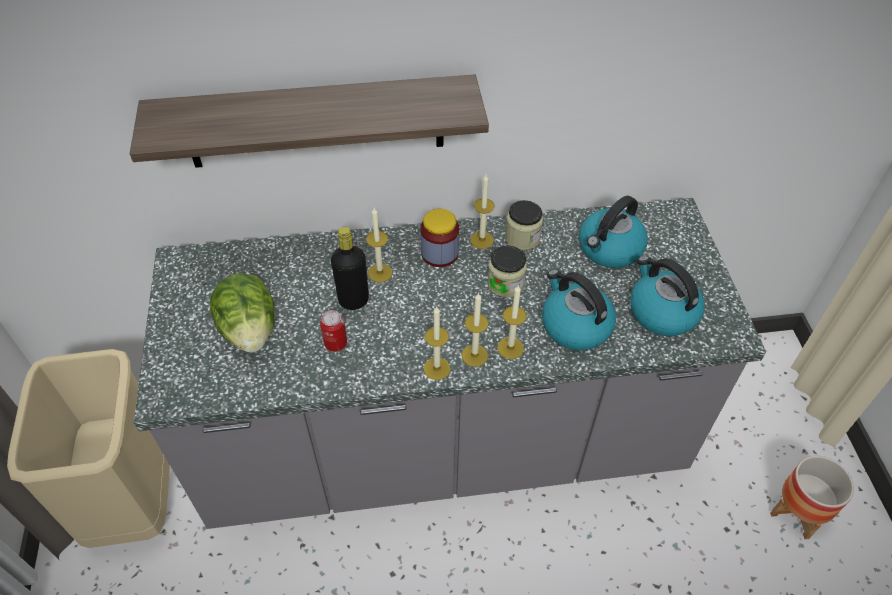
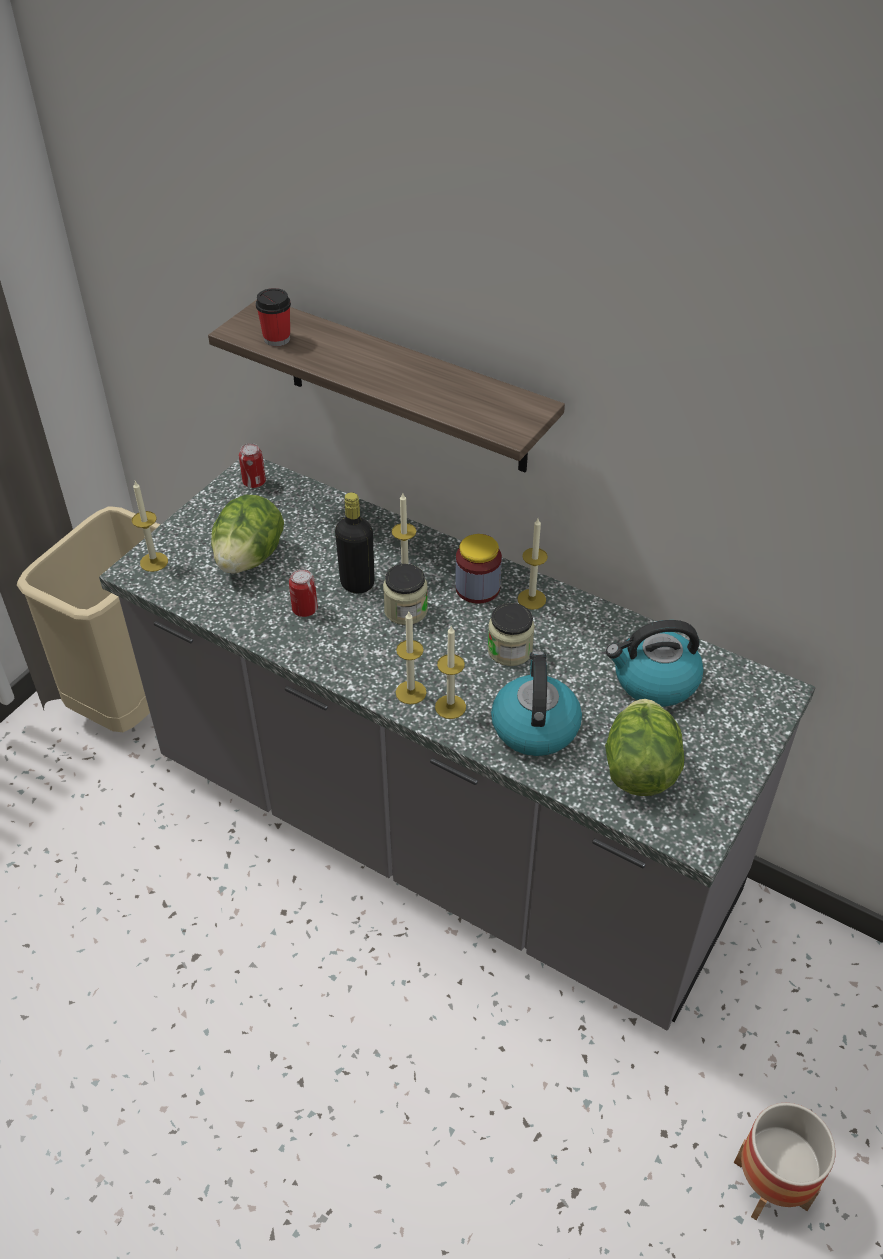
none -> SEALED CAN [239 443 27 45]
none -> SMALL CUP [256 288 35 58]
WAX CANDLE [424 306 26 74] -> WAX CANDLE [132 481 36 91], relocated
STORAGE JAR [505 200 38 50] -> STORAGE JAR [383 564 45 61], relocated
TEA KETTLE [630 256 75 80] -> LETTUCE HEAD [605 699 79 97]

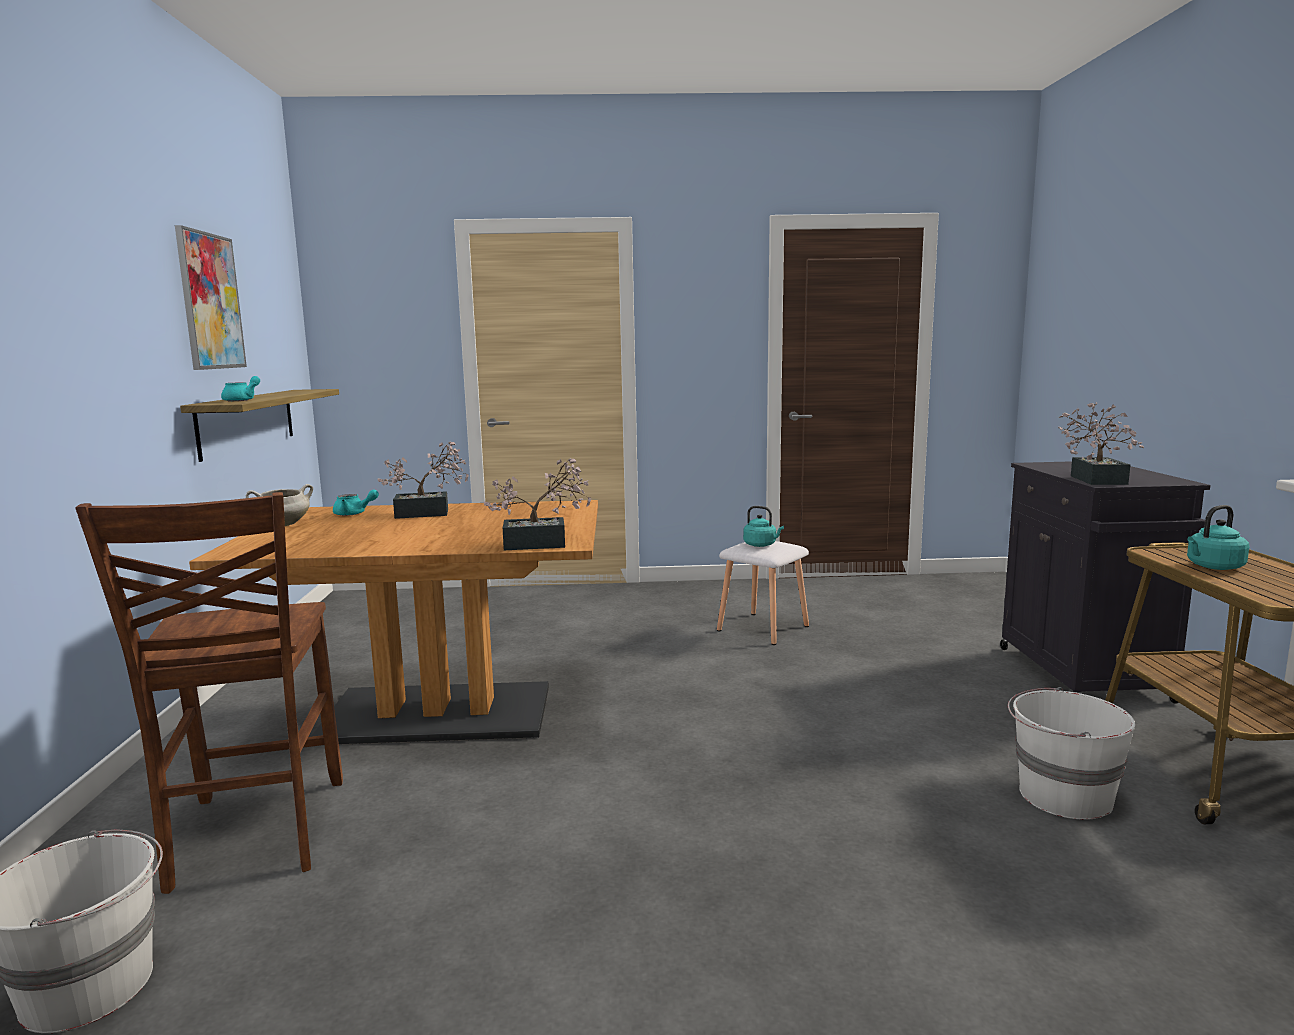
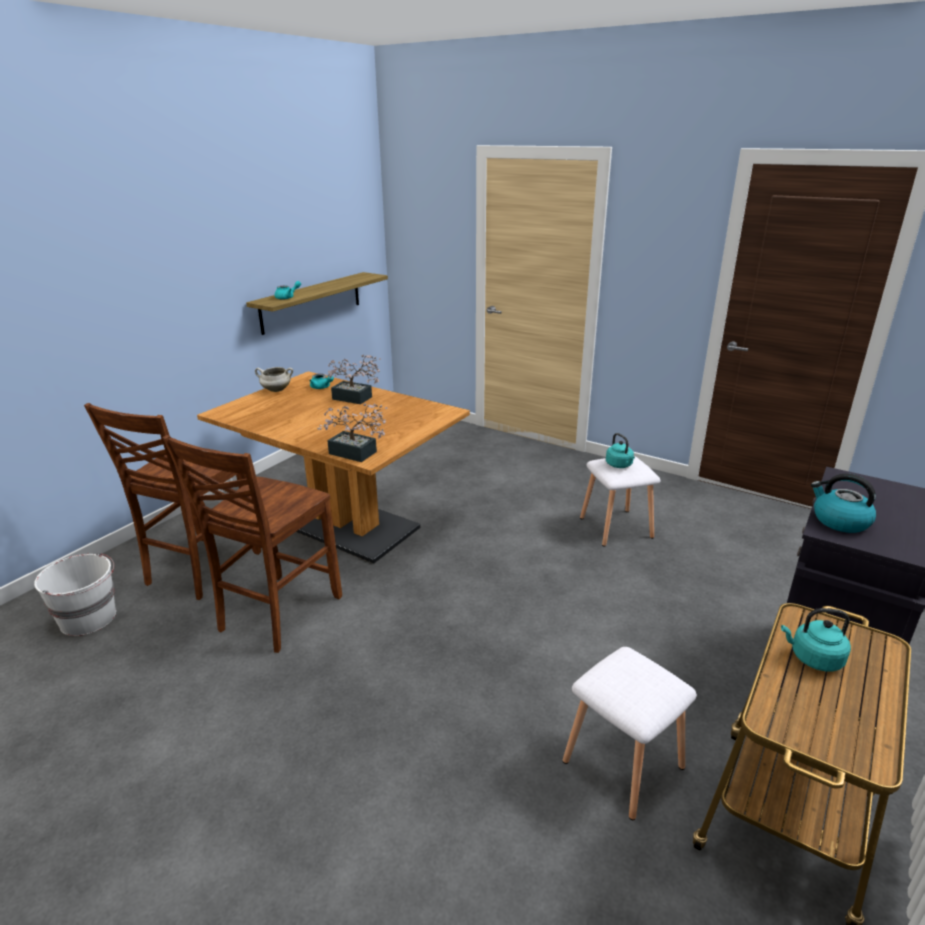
PICTURE [175 225 72 145] -> none
none -> BROWNISH PLAIN CHAIR [163 435 179 218]
WHITE WATER BUCKET [1008 687 127 133] -> WHITE STOOL [563 647 134 173]
PLANT IN A POT [1058 402 86 83] -> TEA KETTLE [811 474 65 59]

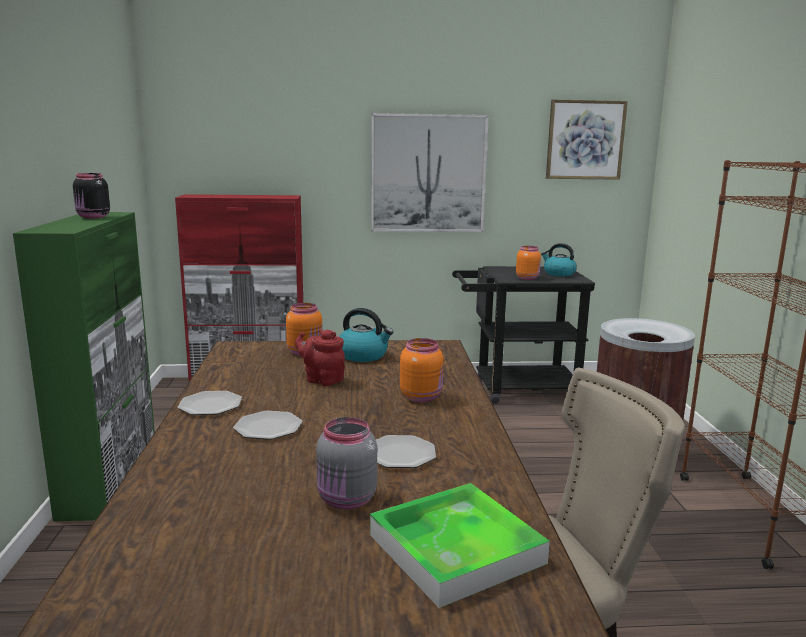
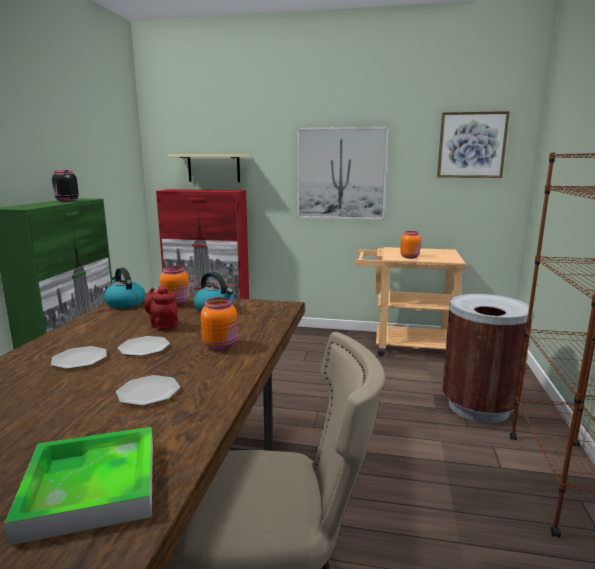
GRAY STORAGE JAR [316 417 61 92] -> none
none -> BEIGE SHELF [168 154 81 28]
FLAT DISH [178 391 64 24] -> FLAT DISH [117 336 53 20], relocated
TEA KETTLE [541 243 36 33] -> TEA KETTLE [104 268 41 40], relocated
BLACK WHEELED CART [452 266 143 138] -> BEIGE WHEELED CART [354 247 113 112]

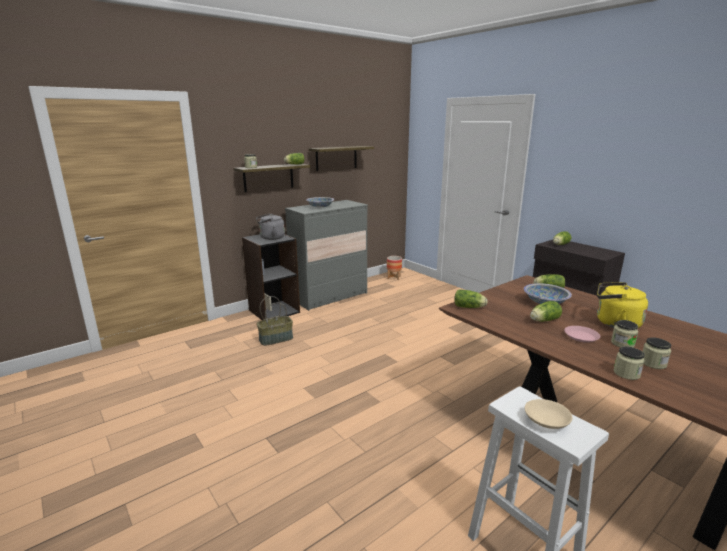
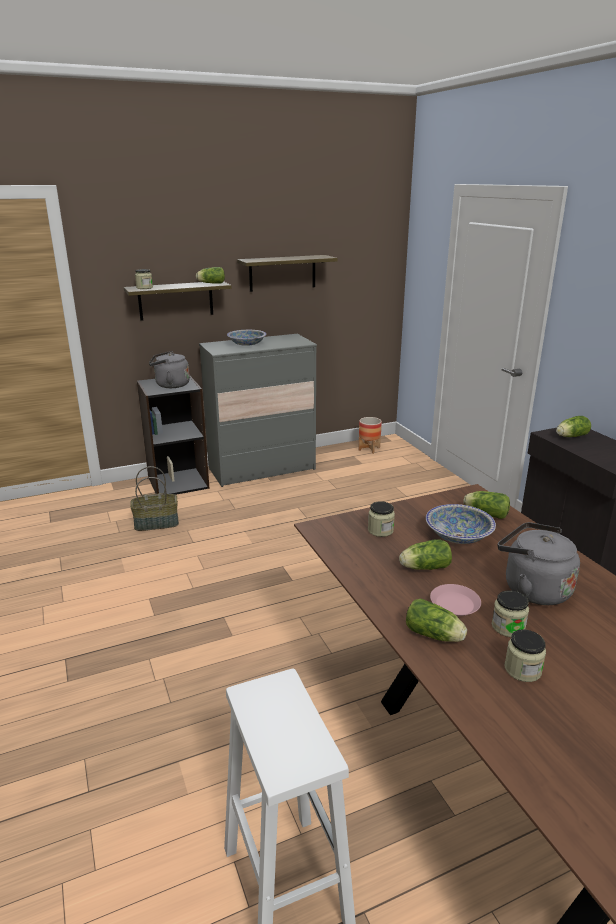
BEIGE BOWL [525 399 47 30] -> none
LETTUCE HEAD [454 289 34 19] -> LETTUCE HEAD [406 598 61 44], relocated
STORAGE JAR [614 347 31 33] -> STORAGE JAR [368 501 27 36], relocated
YELLOWISH TEA KETTLE [597 282 51 46] -> GRAY TEA KETTLE [498 522 82 83]

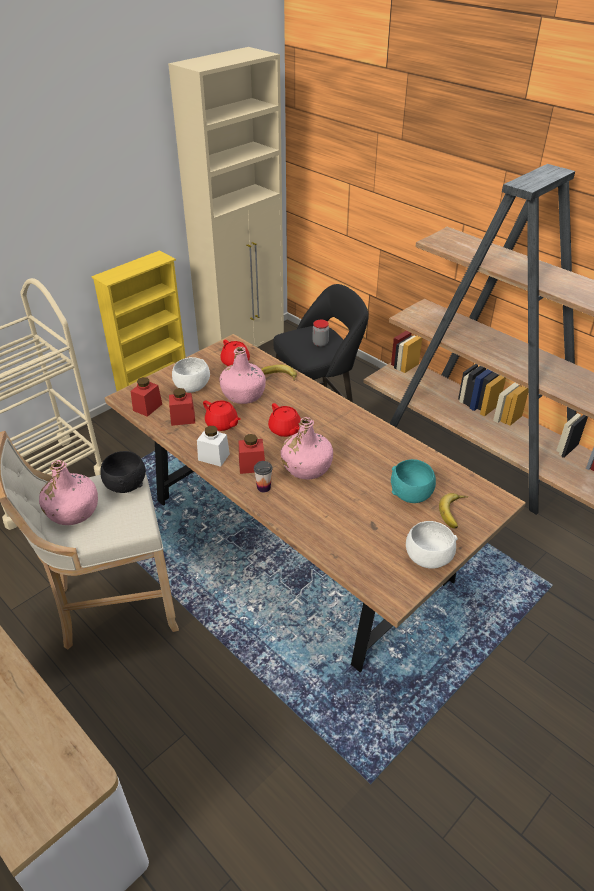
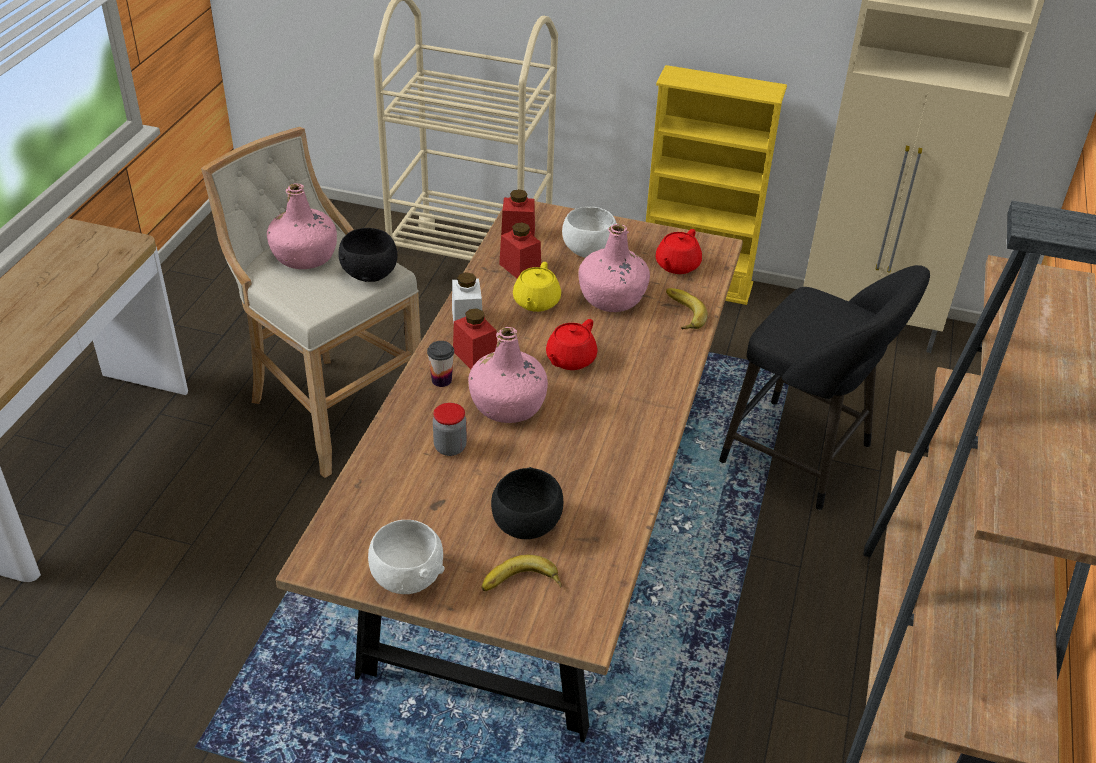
STORAGE JAR [313 320 16 27] -> STORAGE JAR [433 403 34 53], relocated
RED-COLOURED TEA POT [203 400 38 31] -> YELLOWISH TEA POT [513 262 48 50]
TURQUOISE-COLOURED BOWL [391 459 45 44] -> BLACK BOWL [491 467 72 72]

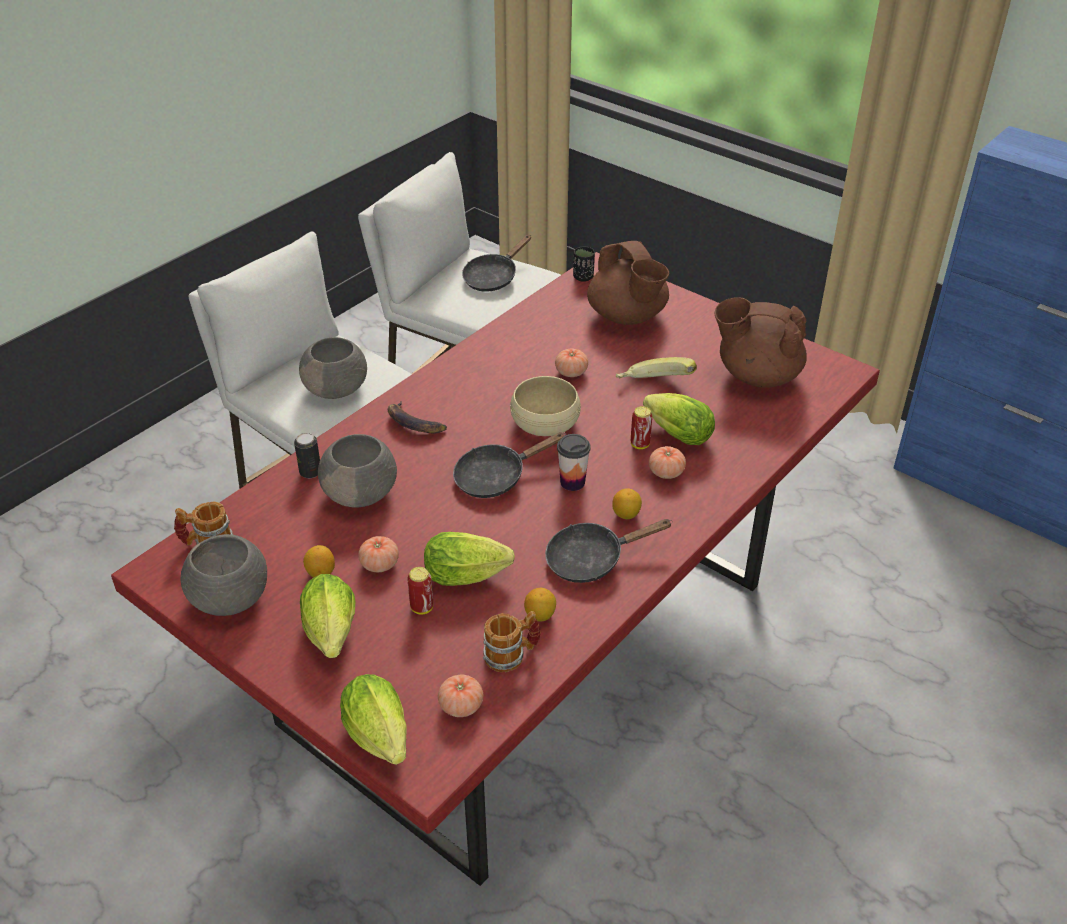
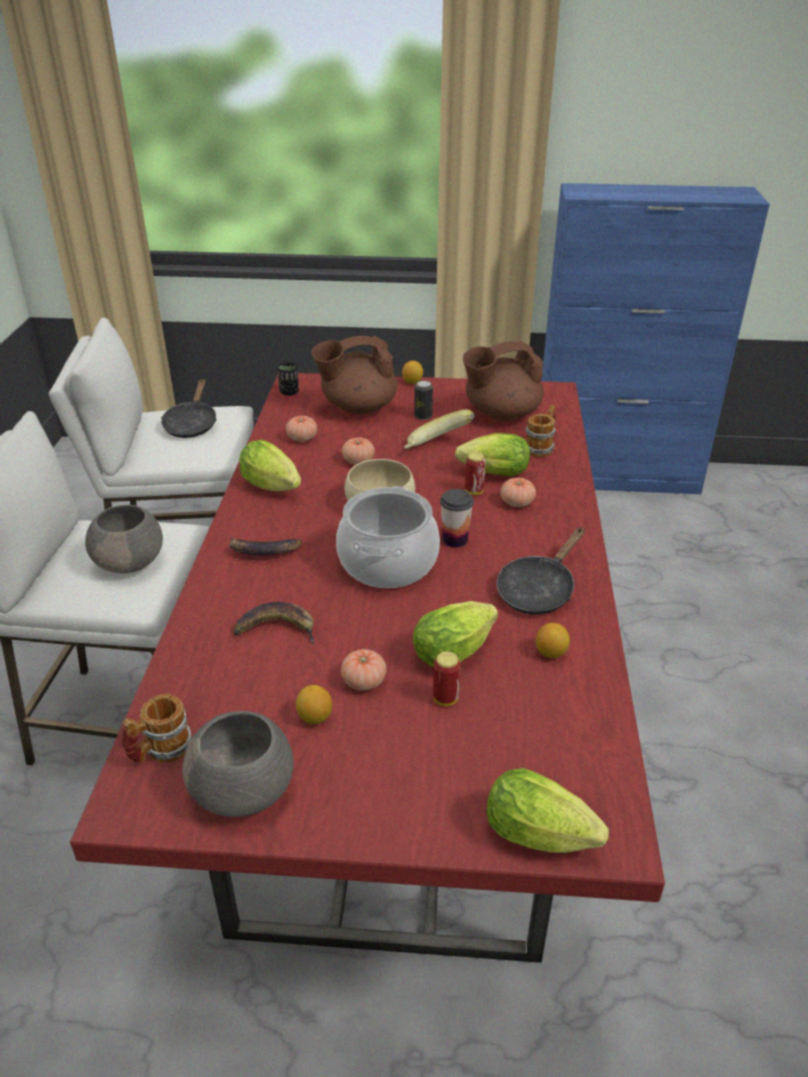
SEALED CAN [294 433 26 45] -> SEALED CAN [414 380 19 40], relocated
LETTUCE HEAD [300 574 55 84] -> LETTUCE HEAD [239 439 62 52], relocated
FRESH TOMATO [438 674 46 43] -> FRESH TOMATO [286 416 31 26], relocated
MUG [483 611 58 61] -> MUG [525 405 31 52], relocated
LEMON [612 488 30 31] -> LEMON [402 361 21 23], relocated
GRAY BOWL [318 434 79 74] -> BANANA [233 602 82 42]
BLACK PAN [453 432 113 66] -> SAUCEPOT [336 486 104 102]
BROWNISH TEA POT [587 241 82 84] -> BROWNISH TEA POT [311 336 86 78], 135 degrees clockwise

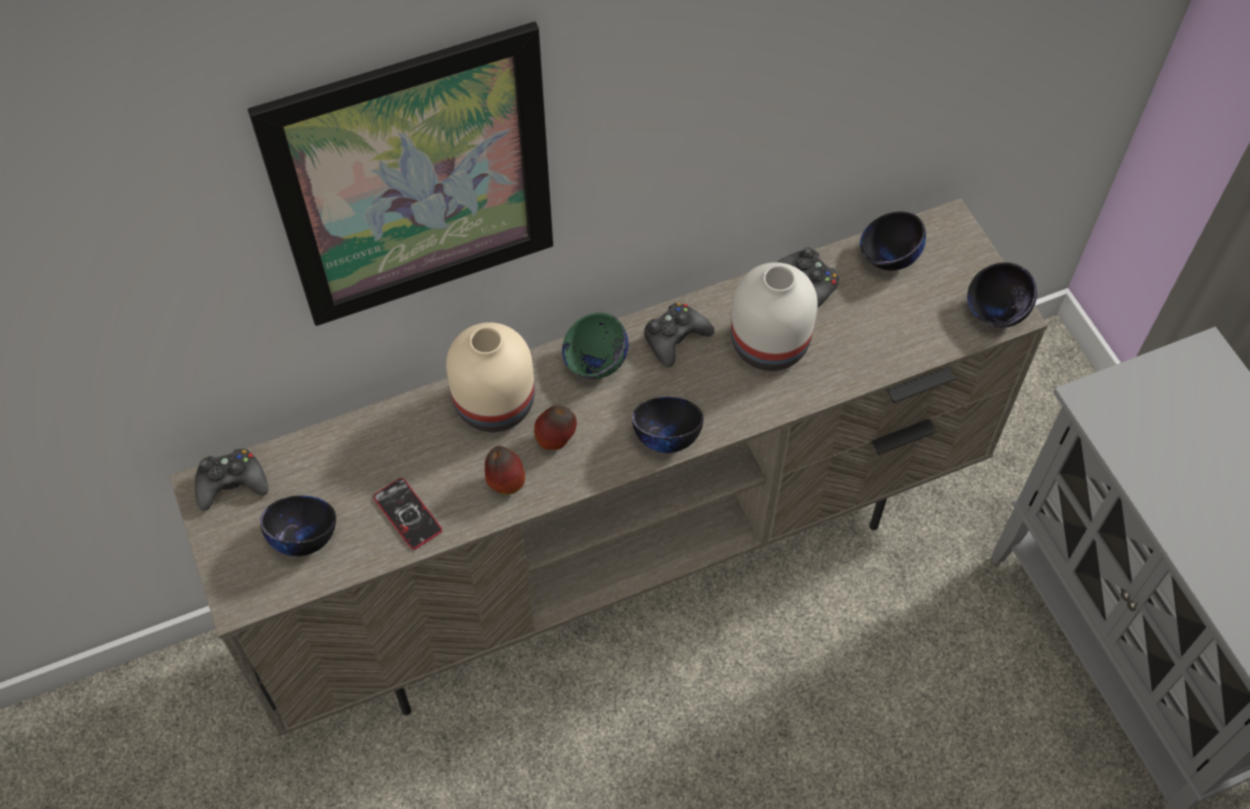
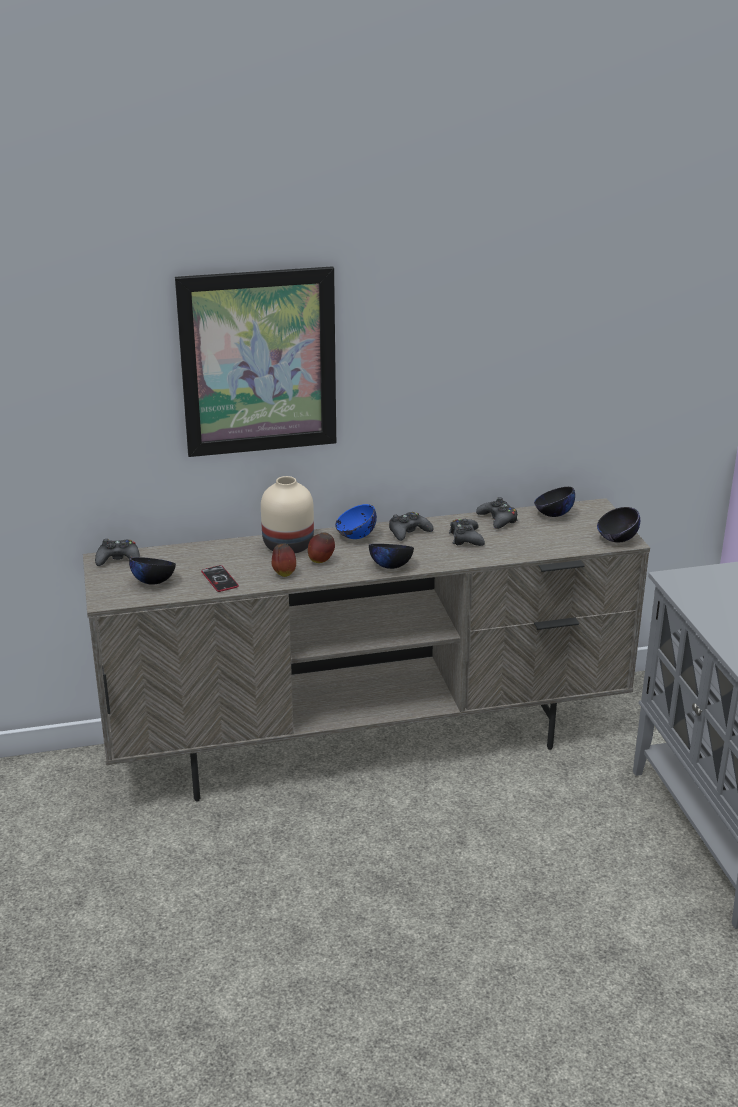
WHITE FLOWER VASE [731 262 87 109] -> BLACK GAMEPAD [449 519 36 27]
GREENISH BOWL [562 313 66 66] -> BLUE BOWL [335 504 42 35]

